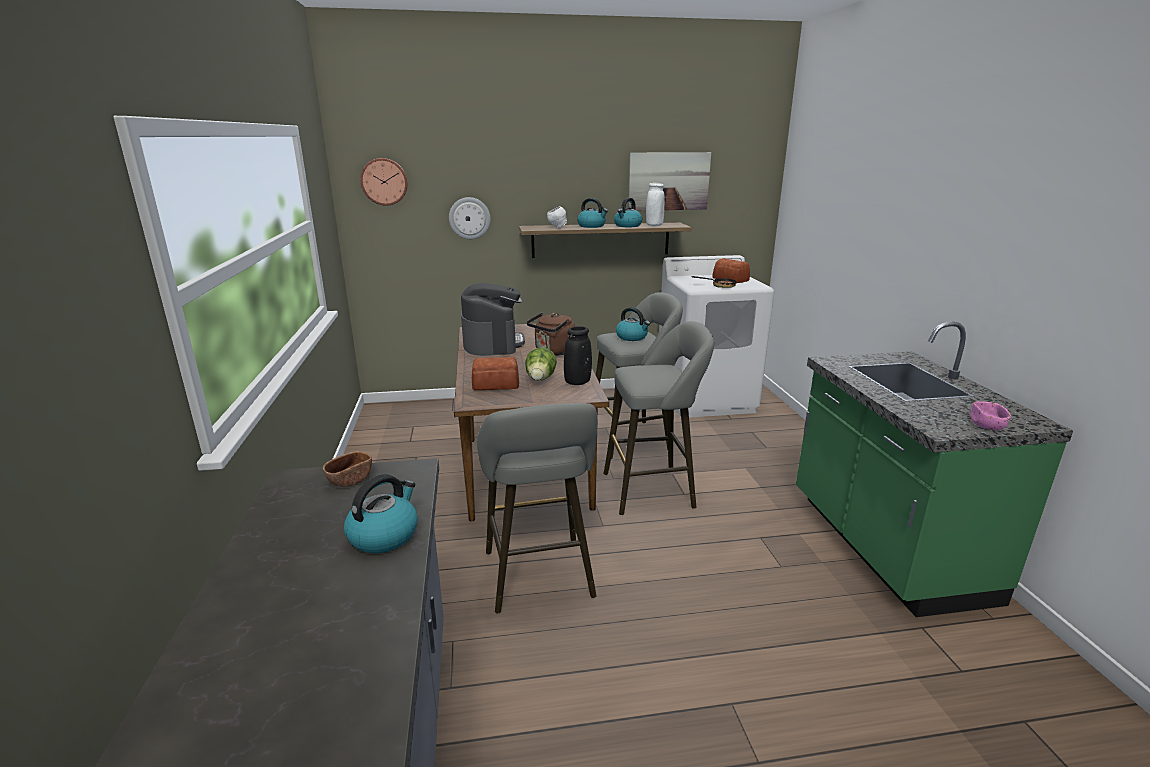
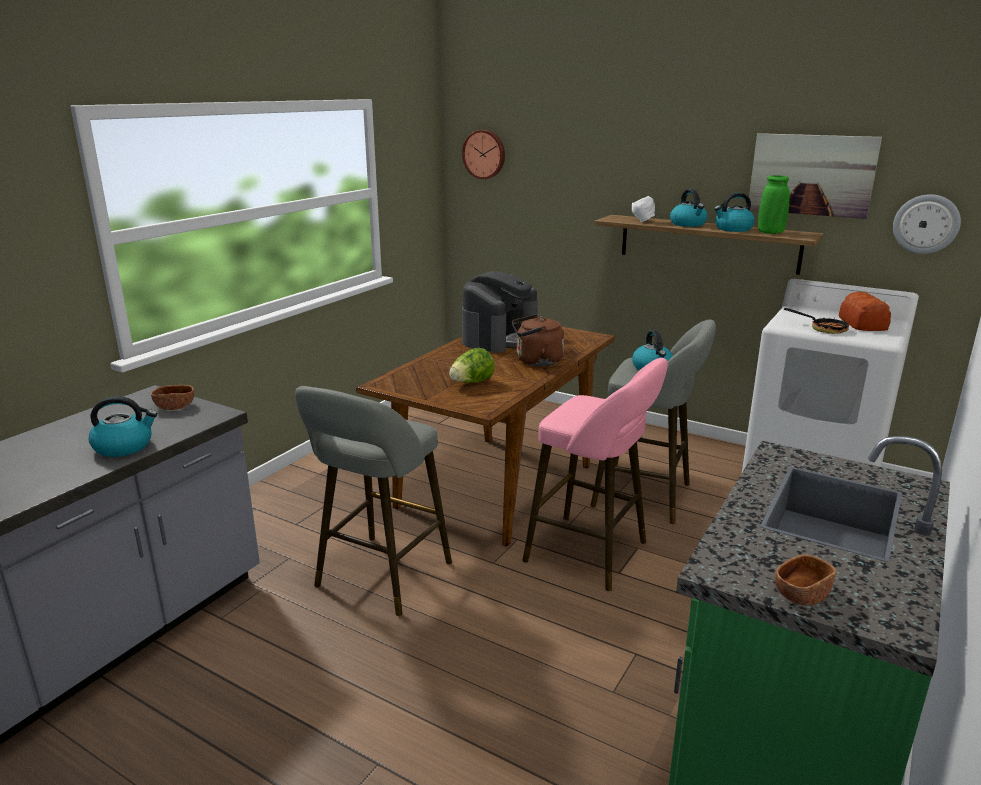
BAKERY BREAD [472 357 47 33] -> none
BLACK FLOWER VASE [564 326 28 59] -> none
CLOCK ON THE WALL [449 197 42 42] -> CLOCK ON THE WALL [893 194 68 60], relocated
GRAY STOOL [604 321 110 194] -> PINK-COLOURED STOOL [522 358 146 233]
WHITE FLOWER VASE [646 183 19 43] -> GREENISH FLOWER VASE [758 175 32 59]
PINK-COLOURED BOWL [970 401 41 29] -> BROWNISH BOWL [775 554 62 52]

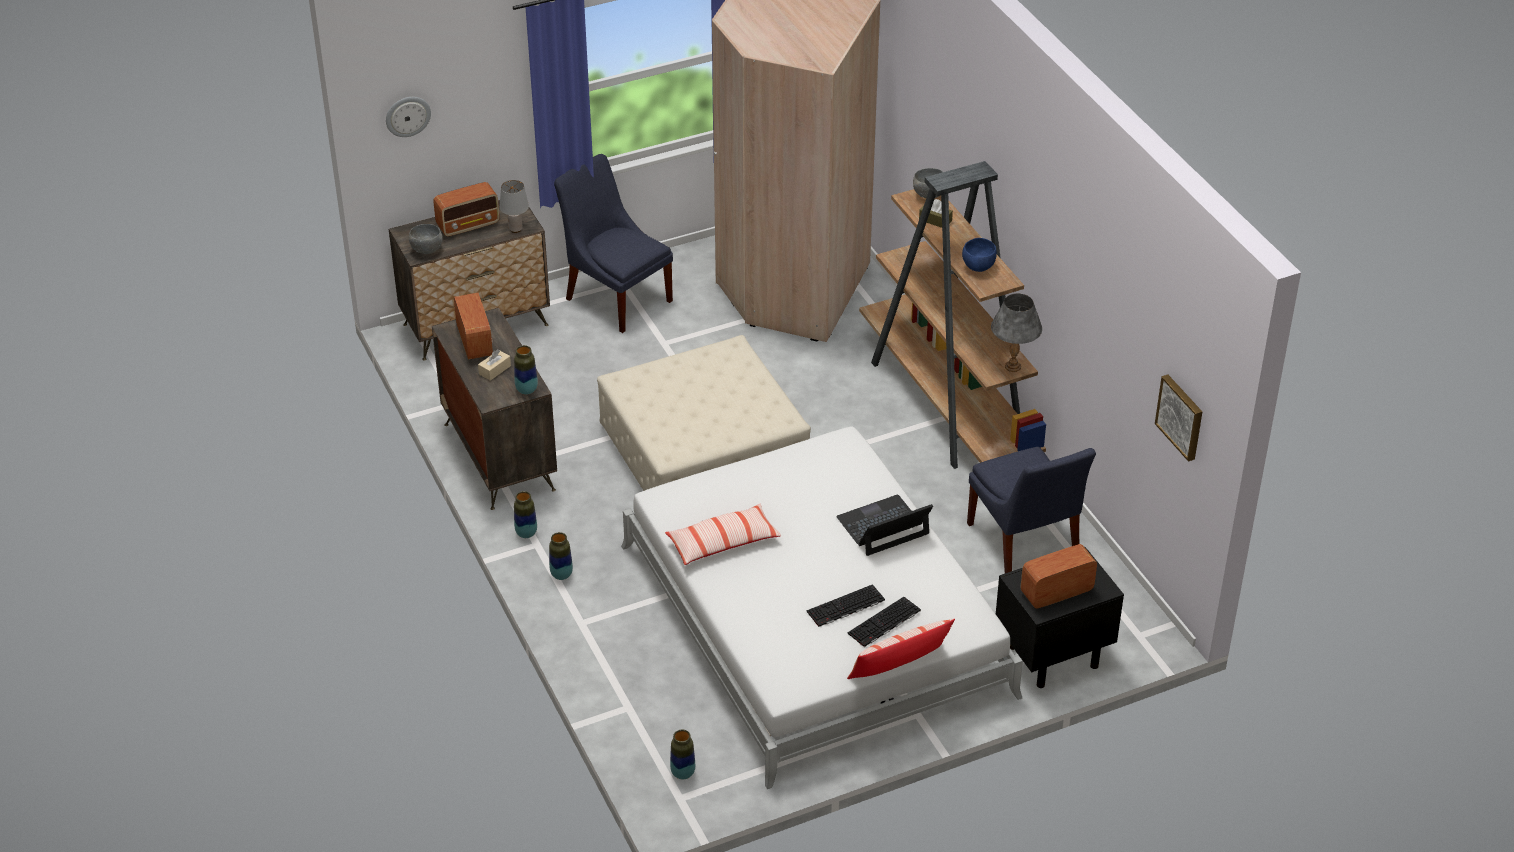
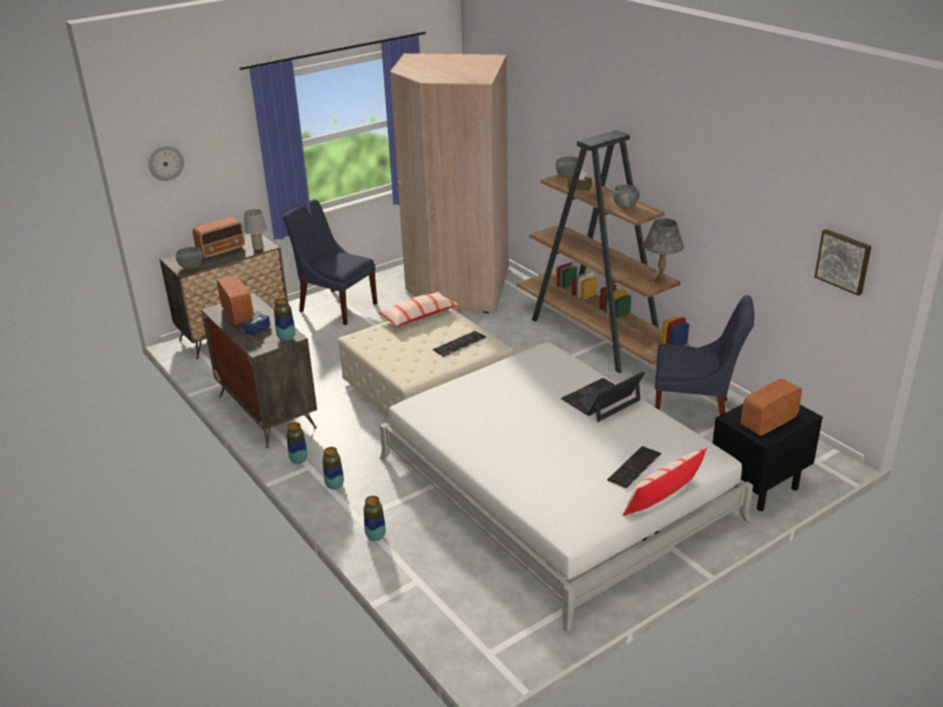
CUSHION [665 503 116 62] -> CUSHION [377 291 81 36], relocated
FLOWER VASE [670 730 25 50] -> FLOWER VASE [364 496 22 45], relocated
PC KEYBOARD [806 584 79 43] -> PC KEYBOARD [433 331 53 26], relocated
BEIGE TISSUE HOLDER [478 349 33 32] -> BLUE TISSUE HOLDER [243 311 27 25]
BLUE BOWL [962 238 35 34] -> GRAY BOWL [613 184 26 25]
BLUE PLAIN CHAIR [967 447 129 126] -> BLUE PLAIN CHAIR [655 295 99 120], 45 degrees counterclockwise

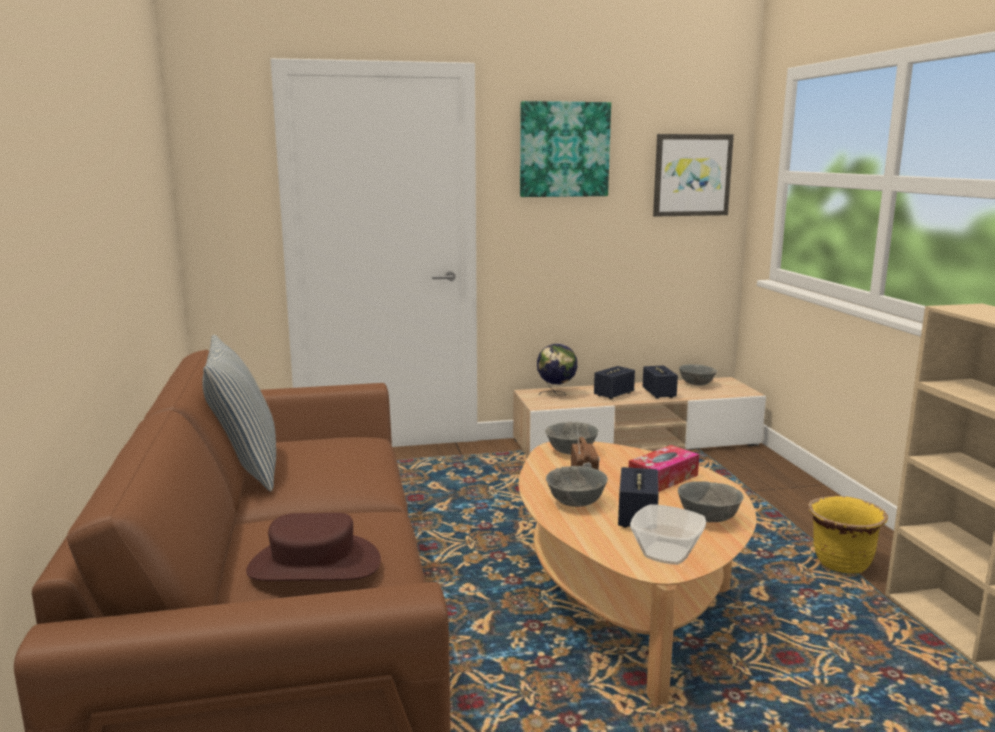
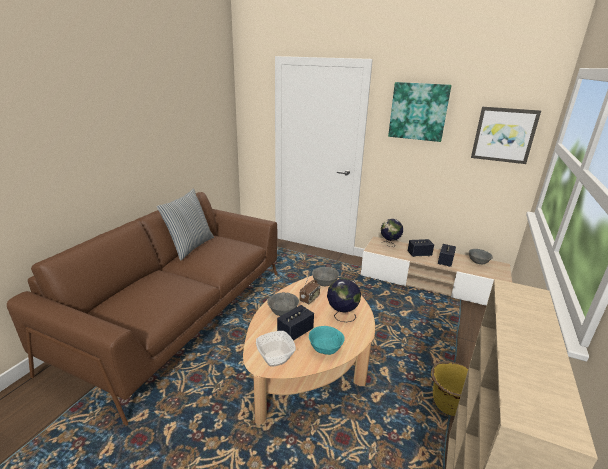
BROWNISH WEARABLE HAT [246 513 135 68] -> none
TISSUE HOLDER [629 445 70 47] -> GLOBE [327 278 34 44]
GRAY BOWL [678 481 66 41] -> TURQUOISE-COLOURED BOWL [309 326 36 29]

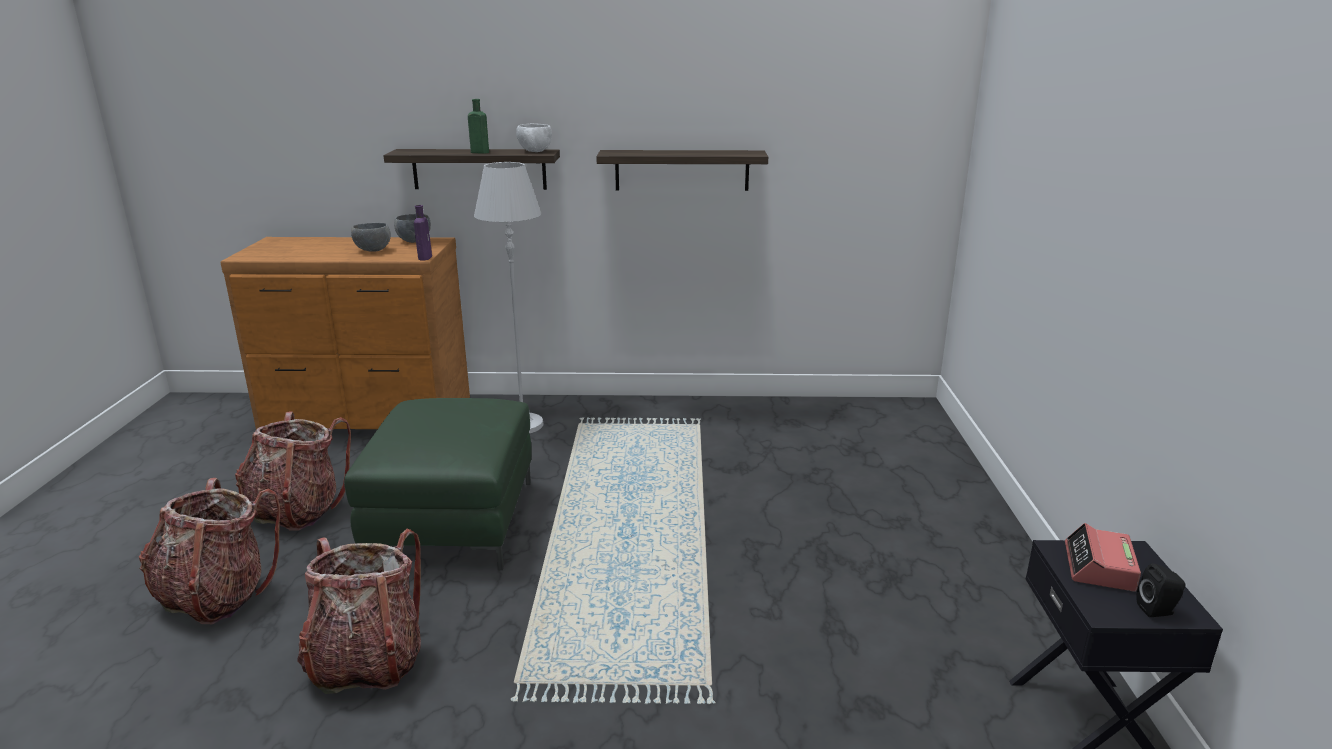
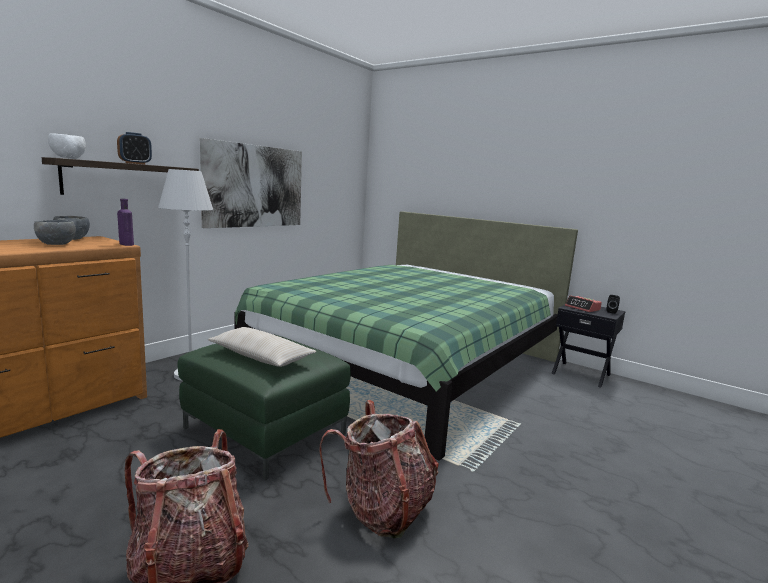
KNAPSACK [235 411 116 120] -> none
none -> BEIGE CUSHION [208 327 108 40]
none -> GREENISH SLEEPING BED [234 211 344 250]
WHITE BOWL [516 123 36 29] -> WHITE BOWL [48 133 38 26], relocated
GREENISH BEVERAGE BOTTLE [468 99 21 55] -> BEDSIDE CLOCK [117 132 35 32]
SHELF [596 150 172 41] -> PICTURE [200 138 102 90]

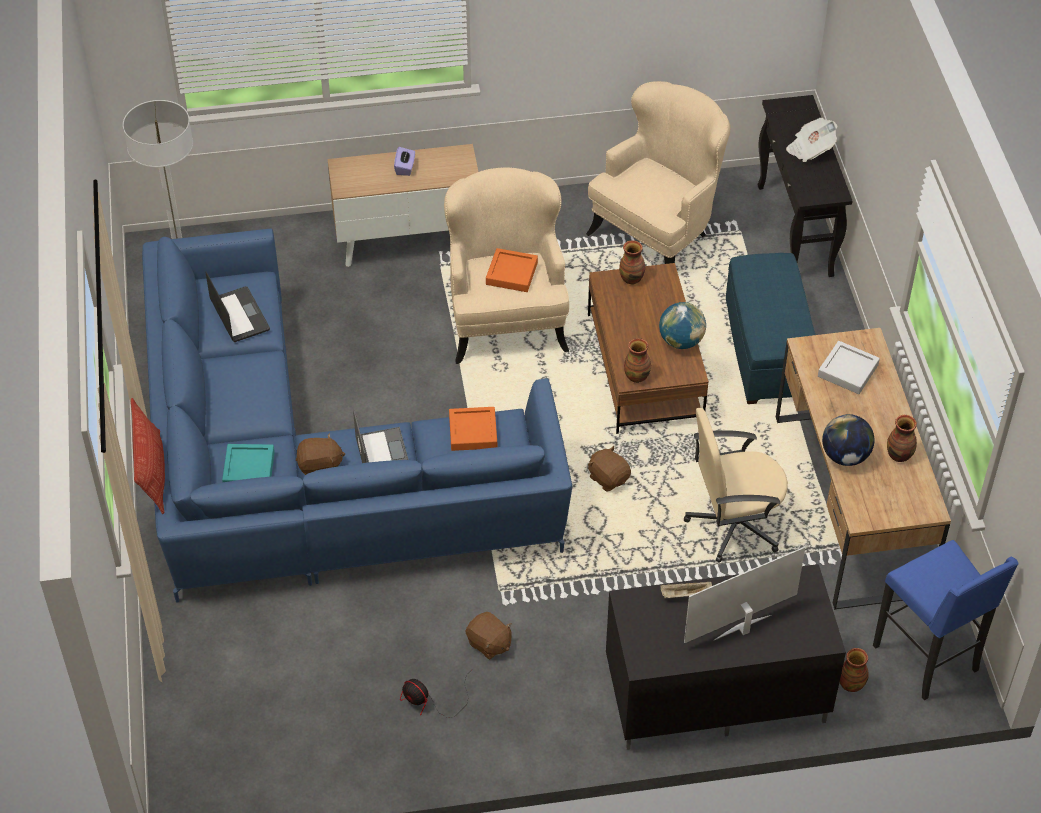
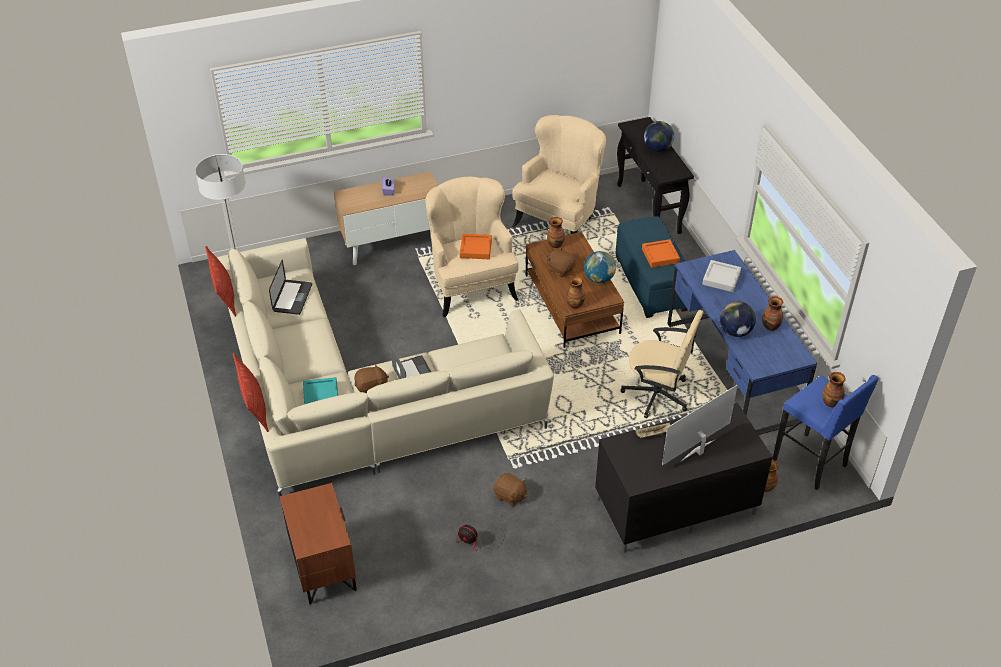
none -> CUSHION [205 246 31 71]
none -> BROWNISH BEDSIDE TABLE [280 483 77 121]
none -> FLOWER VASE [822 372 24 35]
ORANGE-COLOURED CARRYING TRAY [449 407 48 44] -> ORANGE-COLOURED CARRYING TRAY [642 239 38 29], relocated
BROWNISH CUDDLY TOY [588 446 43 46] -> BROWNISH CUDDLY TOY [547 247 29 30], relocated
DAILY PAPER [786 118 52 44] -> GLOBE [644 121 30 31]
BLUE SETTEE [142 229 430 373] -> BEIGE SETTEE [217 238 337 261]
BROWNISH DESK [776 328 175 282] -> BLUE DESK [667 250 150 185]
LAPTOP [206 272 64 70] -> LAPTOP [269 259 43 56], 45 degrees clockwise
BEIGE DESK CHAIR [684 408 104 155] -> BEIGE DESK CHAIR [621 310 83 108], 135 degrees counterclockwise

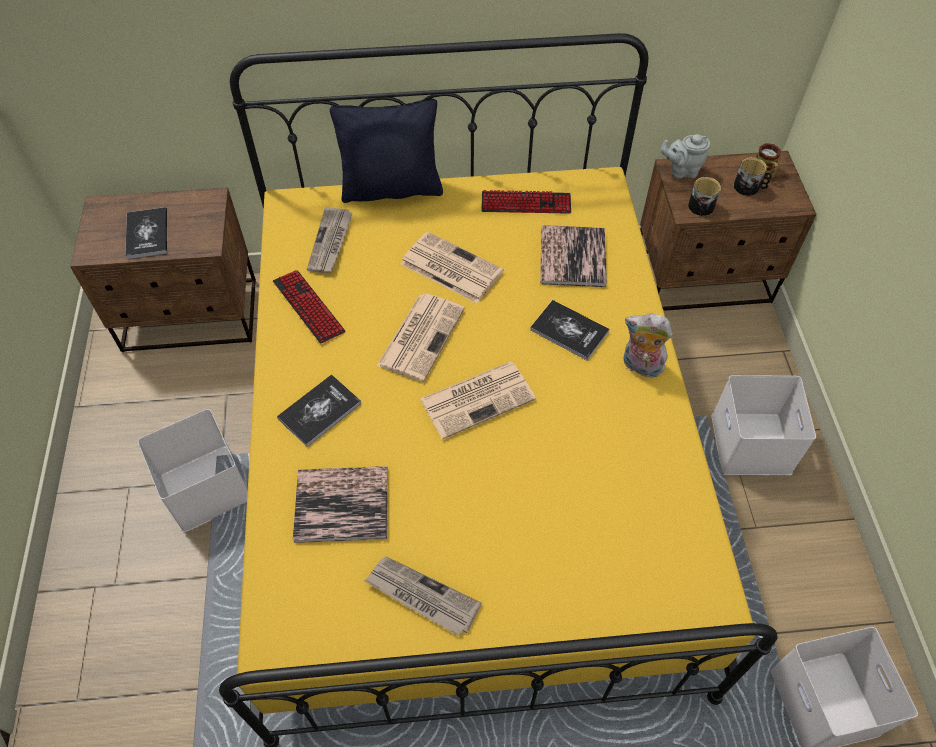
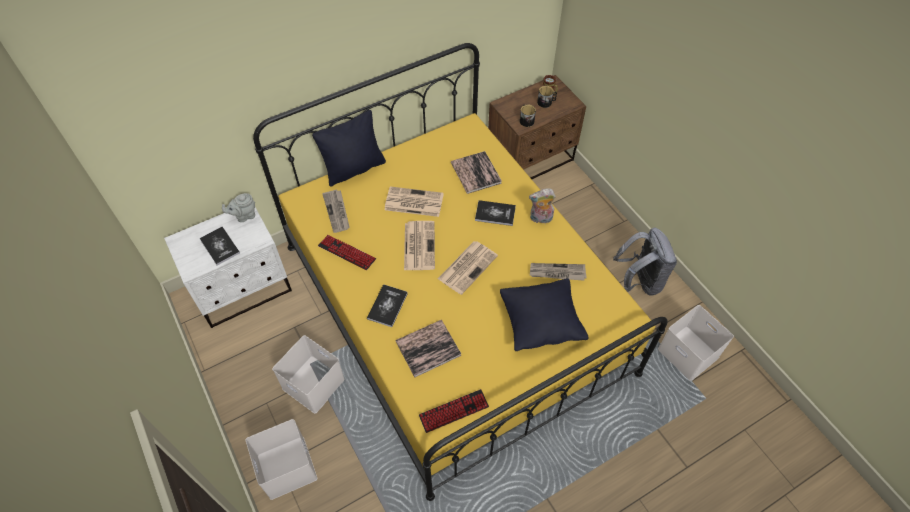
none -> BLACK CUSHION [500 278 88 73]
none -> GRAY KNAPSACK [613 227 64 68]
DAILY PAPER [365 556 117 80] -> DAILY PAPER [530 263 57 18], relocated
PC KEYBOARD [481 190 90 24] -> PC KEYBOARD [419 389 70 44], relocated
GRAY TEA POT [661 134 49 45] -> GRAY TEA POT [222 193 33 29], relocated
WHITE STORAGE BOX [711 375 105 100] -> WHITE STORAGE BOX [246 419 72 81], relocated
BROWNISH BEDSIDE TABLE [70 187 186 165] -> WHITE BEDSIDE TABLE [164 207 128 121]

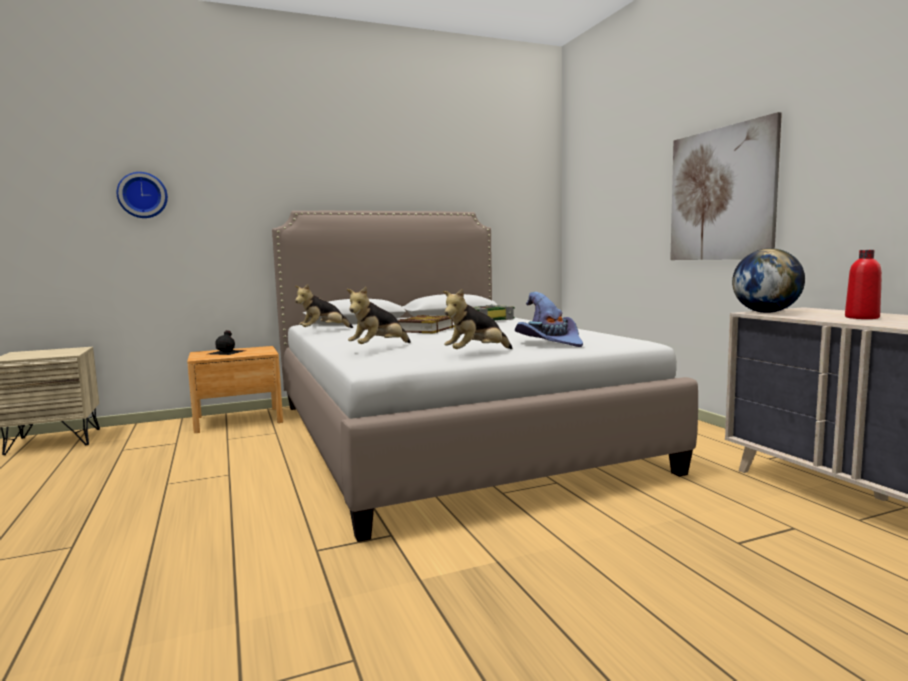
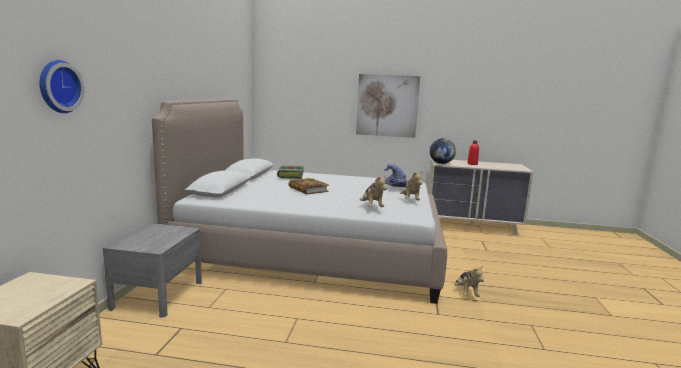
BLACK BEVERAGE BOTTLE [209 330 38 25] -> none
CUDDLY TOY [295 284 58 44] -> CUDDLY TOY [454 265 30 32], relocated
BROWNISH BEDSIDE TABLE [187 346 96 87] -> GRAY BEDSIDE TABLE [103 223 99 95]

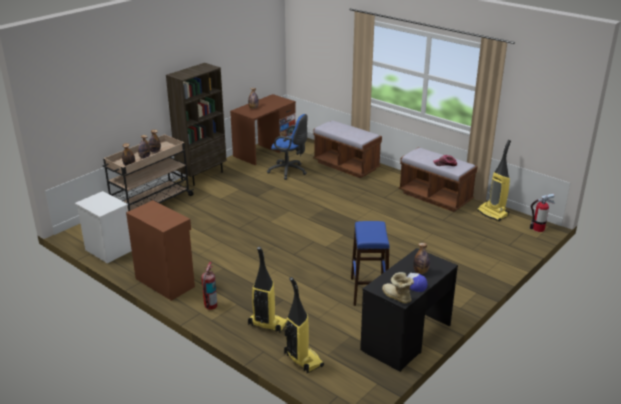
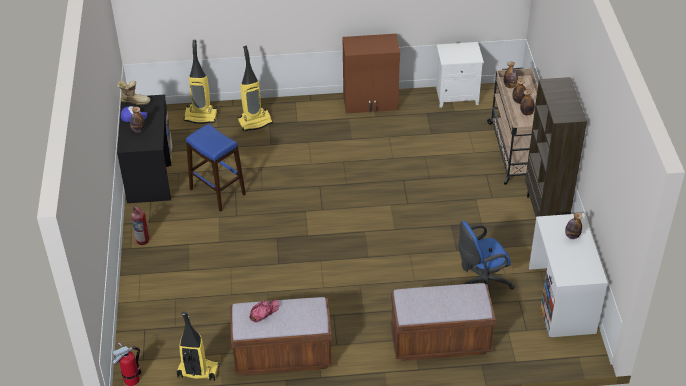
EXTINGUISHER [201 262 16 48] -> EXTINGUISHER [131 206 18 39], relocated
BROWNISH DESK [230 94 66 71] -> WHITE DESK [529 213 79 124]

